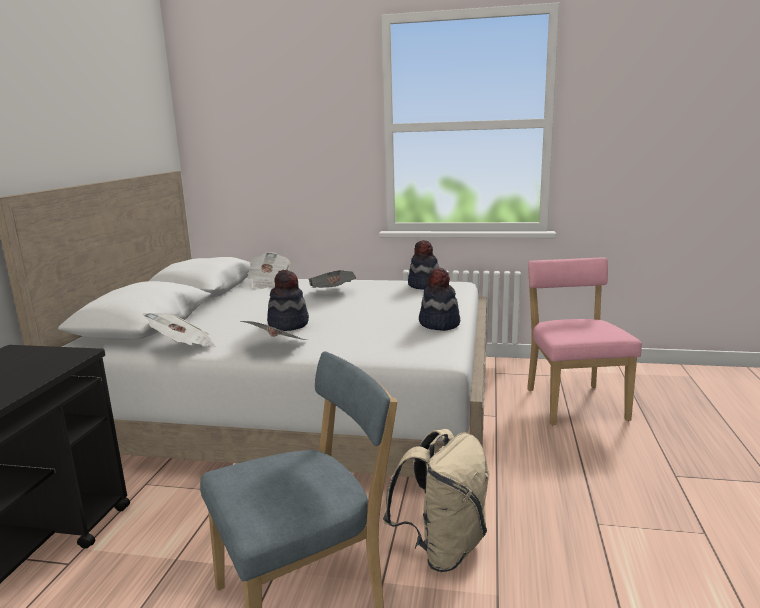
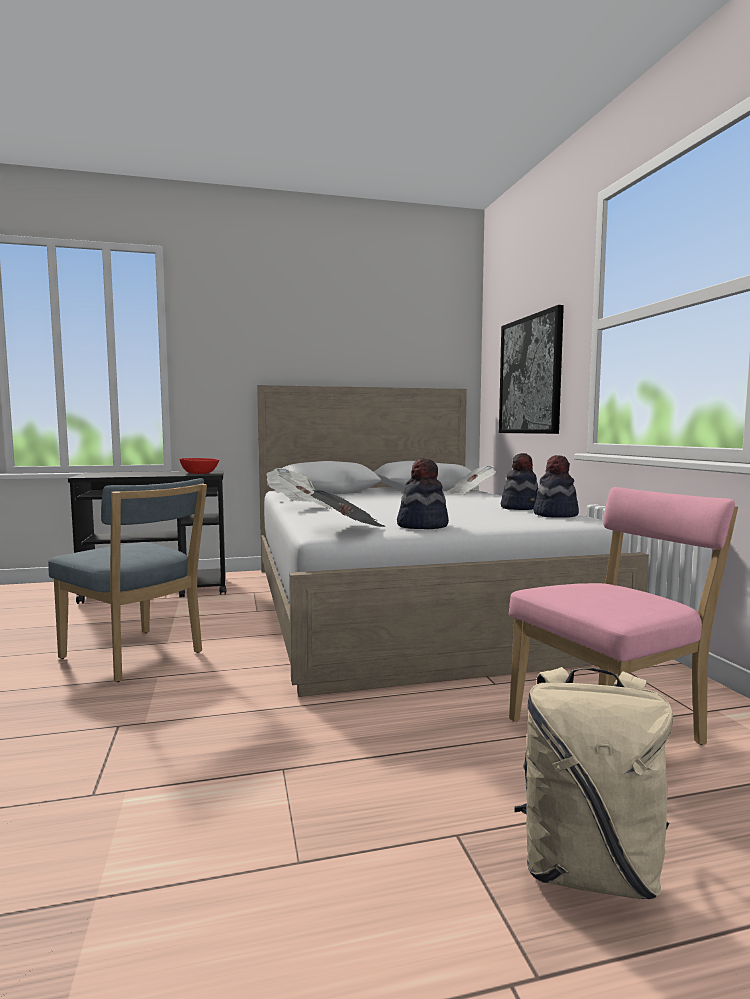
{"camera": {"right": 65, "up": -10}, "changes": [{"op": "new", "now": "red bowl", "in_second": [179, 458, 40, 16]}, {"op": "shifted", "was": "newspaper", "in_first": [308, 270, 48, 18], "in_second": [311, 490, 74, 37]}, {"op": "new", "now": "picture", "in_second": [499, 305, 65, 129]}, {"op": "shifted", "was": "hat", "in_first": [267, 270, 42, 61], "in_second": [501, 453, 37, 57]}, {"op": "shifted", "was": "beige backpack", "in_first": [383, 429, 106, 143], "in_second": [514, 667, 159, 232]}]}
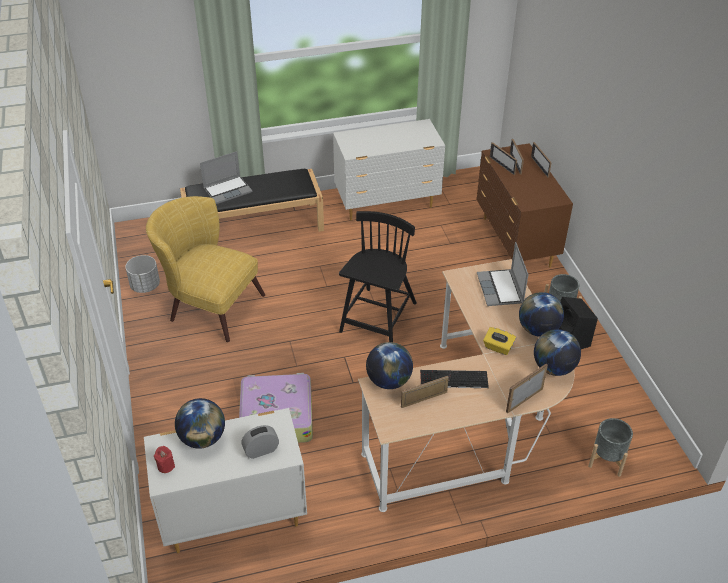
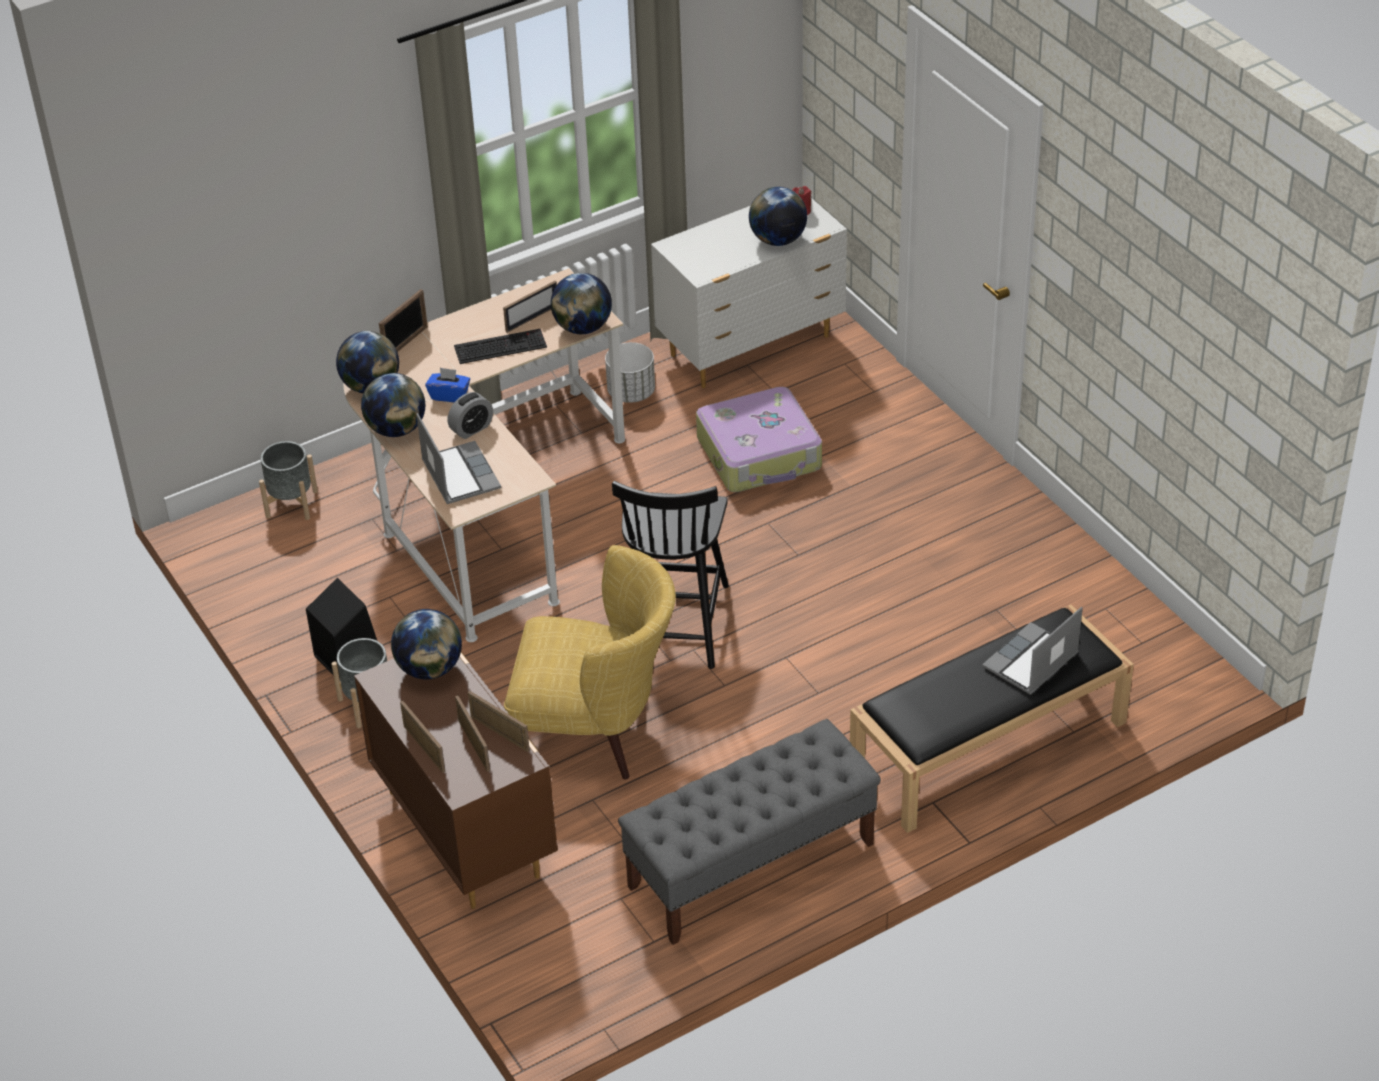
{"camera": {"right": 165, "up": 0}, "changes": [{"op": "new", "now": "globe", "in_second": [391, 609, 71, 70]}, {"op": "repainted", "was": "yellow tissue box", "now": "blue tissue box", "in_first": [483, 327, 33, 28], "in_second": [425, 367, 45, 35]}, {"op": "shifted", "was": "alarm clock", "in_first": [241, 425, 38, 34], "in_second": [448, 392, 45, 47]}, {"op": "shifted", "was": "yellow armchair", "in_first": [146, 196, 119, 146], "in_second": [504, 545, 172, 235]}, {"op": "shifted", "was": "white planter", "in_first": [125, 255, 35, 38], "in_second": [605, 342, 50, 61]}, {"op": "swapped", "was": "white dresser", "now": "grey bench", "in_first": [333, 119, 112, 102], "in_second": [618, 719, 263, 226]}]}
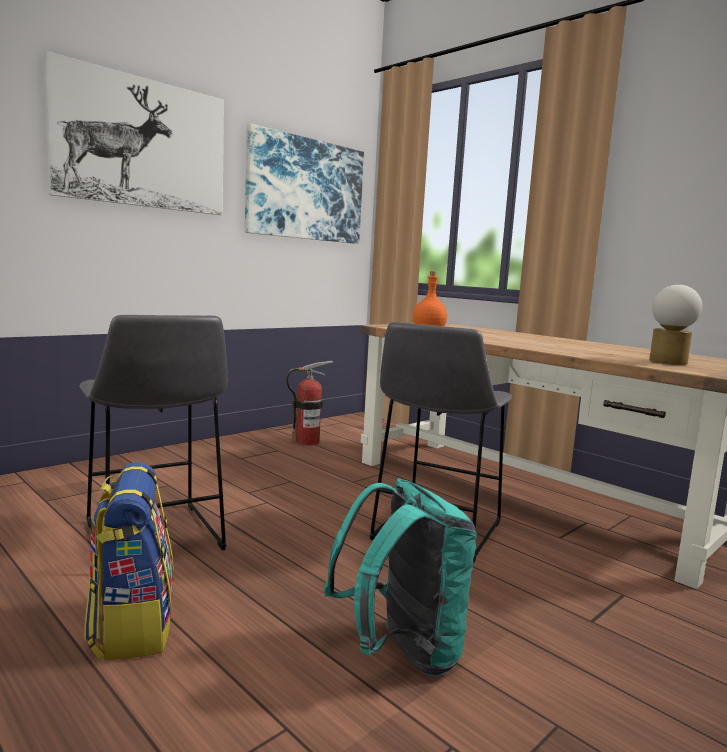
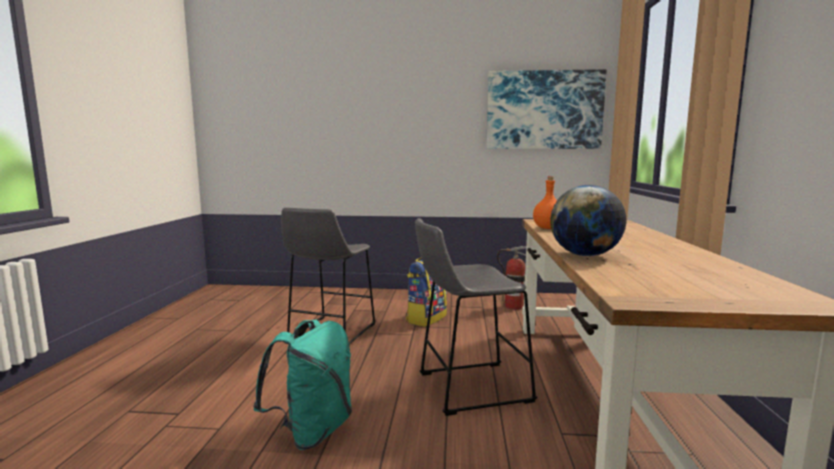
{"camera": {"right": 50, "up": 0}, "changes": [{"op": "shifted", "was": "backpack", "in_first": [84, 462, 90, 199], "in_second": [406, 258, 41, 69]}, {"op": "new", "now": "globe", "in_second": [550, 185, 76, 71]}, {"op": "gone", "was": "picture", "in_first": [43, 51, 181, 164]}, {"op": "gone", "was": "table lamp", "in_first": [649, 285, 53, 80]}]}
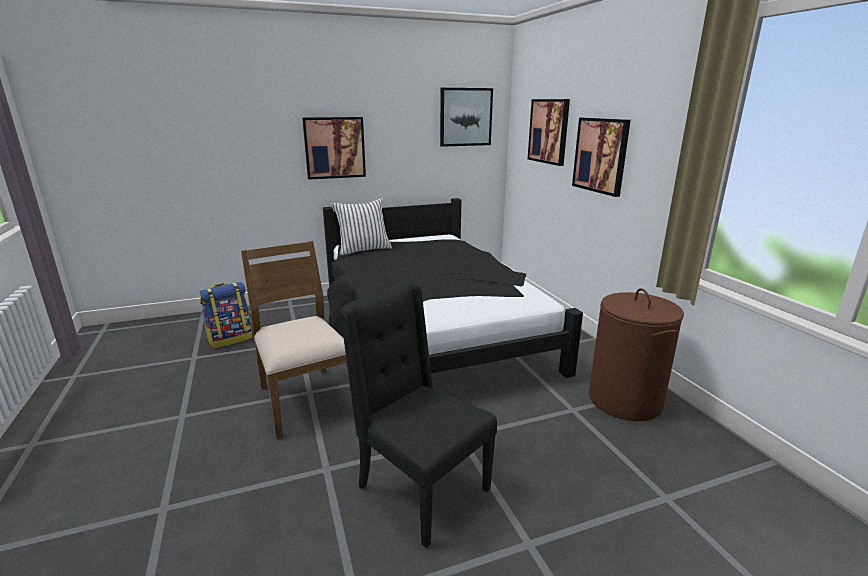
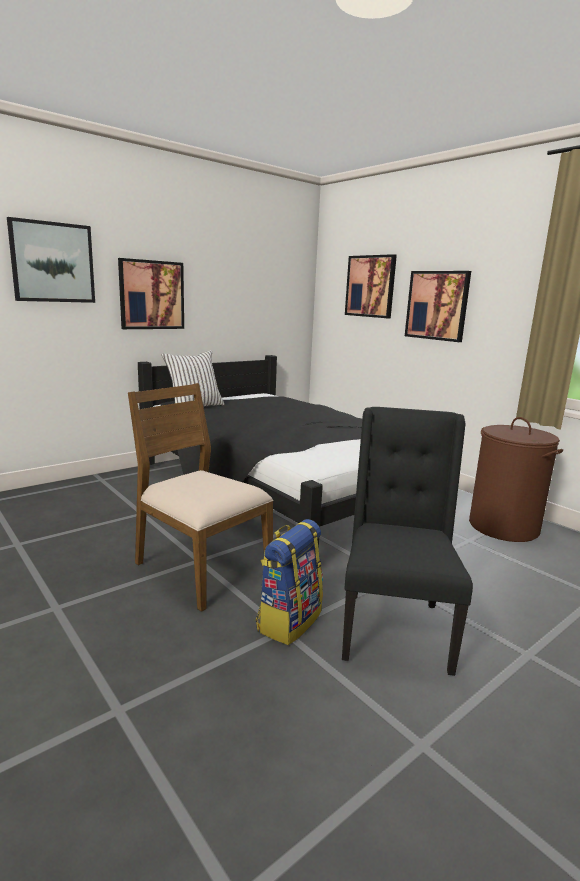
{"camera": {"right": -20, "up": -5}, "changes": [{"op": "shifted", "was": "picture", "in_first": [440, 88, 53, 59], "in_second": [7, 217, 88, 86]}, {"op": "shifted", "was": "backpack", "in_first": [200, 282, 53, 67], "in_second": [256, 519, 67, 126]}, {"op": "rotated", "was": "black chair", "in_first": [340, 282, 157, 266], "in_second": [342, 407, 131, 269], "clockwise": 75}]}
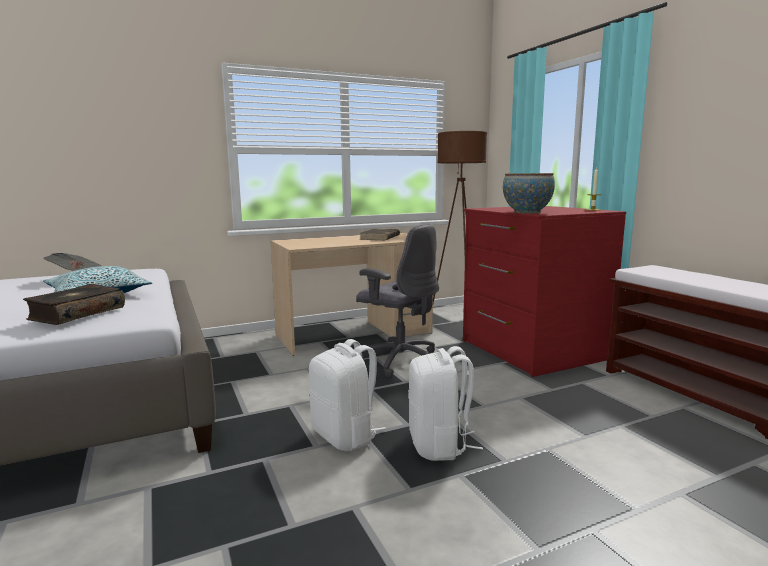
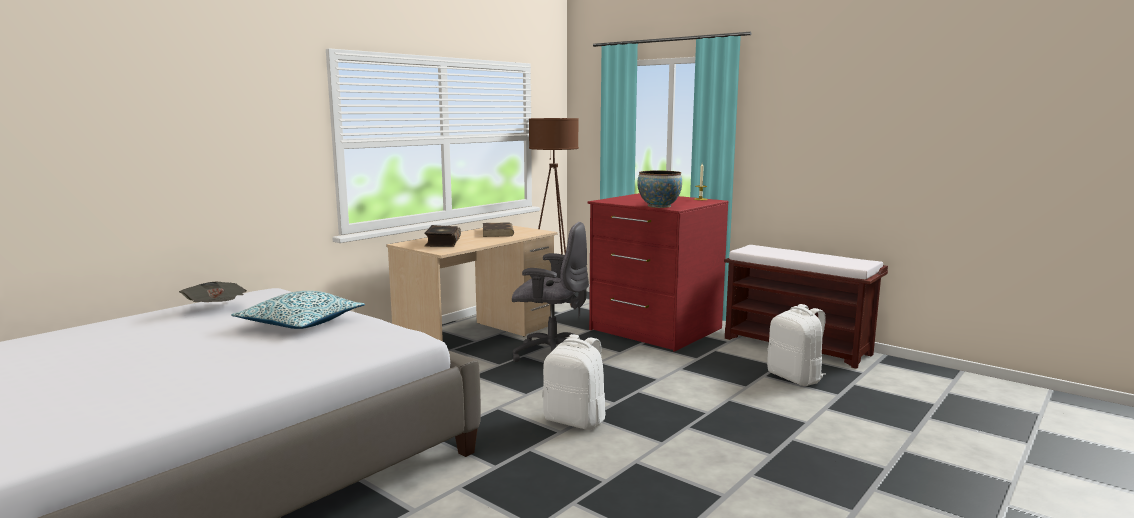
{"camera": {"right": -25, "up": 0}, "changes": [{"op": "shifted", "was": "book", "in_first": [23, 284, 102, 41], "in_second": [424, 225, 37, 22]}, {"op": "shifted", "was": "white backpack", "in_first": [408, 346, 75, 115], "in_second": [767, 304, 59, 82]}]}
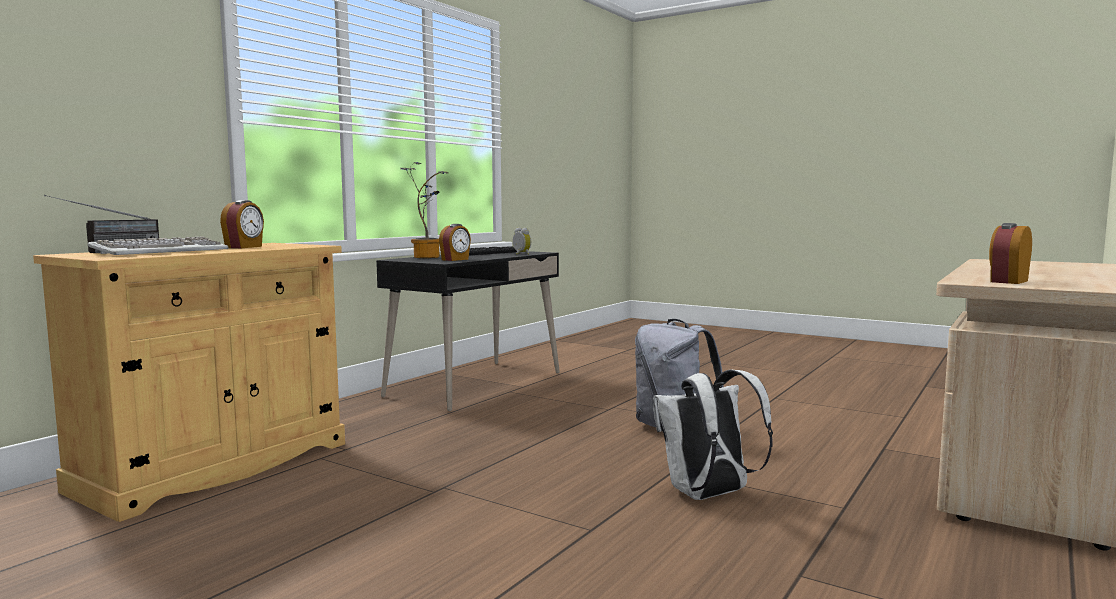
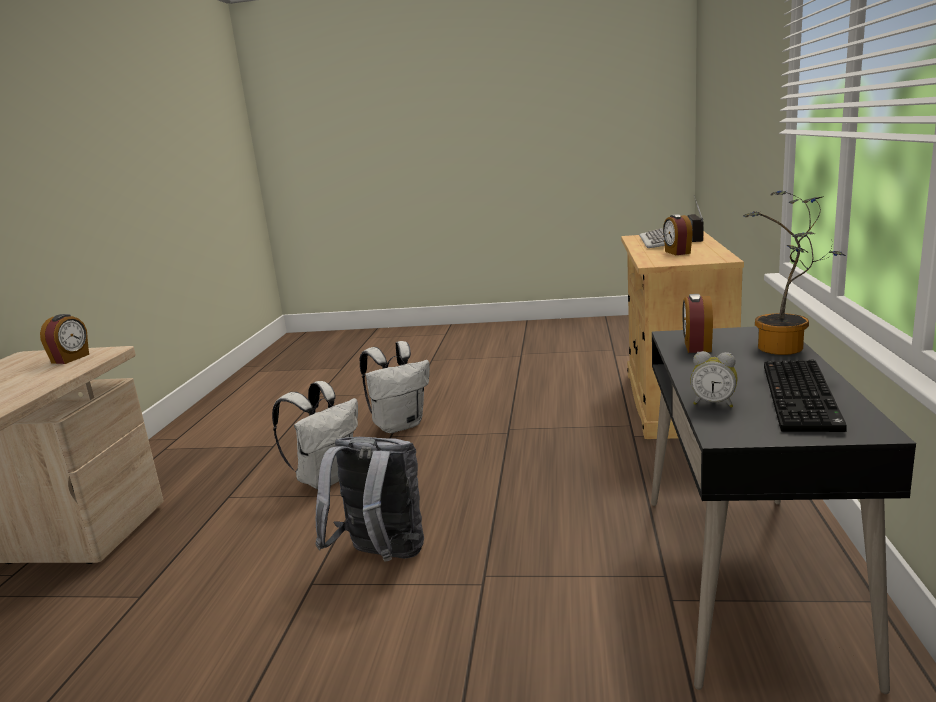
{"camera": {"right": 155, "up": 10}, "changes": [{"op": "new", "now": "white backpack", "in_second": [359, 341, 71, 92]}]}
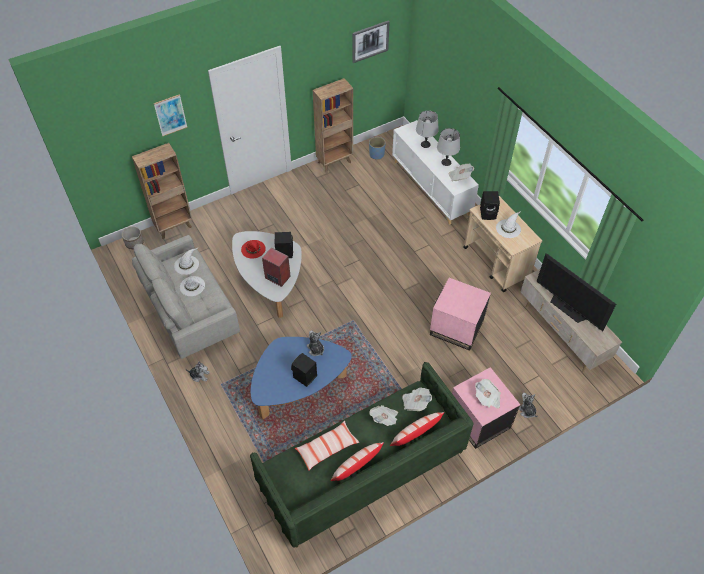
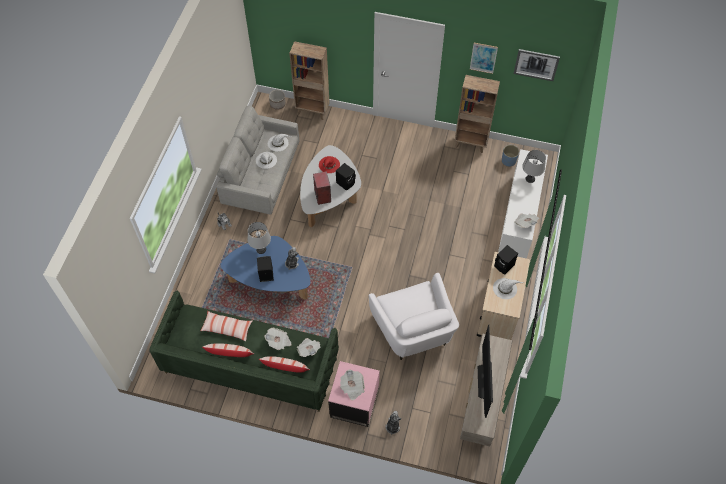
{"camera": {"right": 45, "up": 5}, "changes": [{"op": "shifted", "was": "grey table lamp", "in_first": [437, 128, 23, 38], "in_second": [247, 222, 24, 32]}, {"op": "swapped", "was": "pink side table", "now": "white armchair", "in_first": [430, 278, 61, 73], "in_second": [369, 273, 90, 87]}, {"op": "shifted", "was": "picture", "in_first": [154, 94, 33, 42], "in_second": [470, 43, 28, 31]}]}
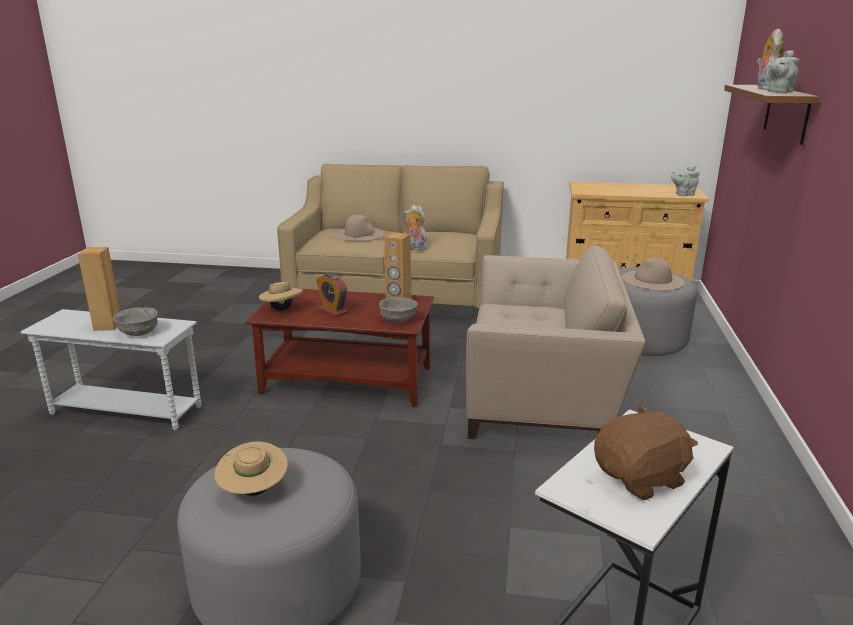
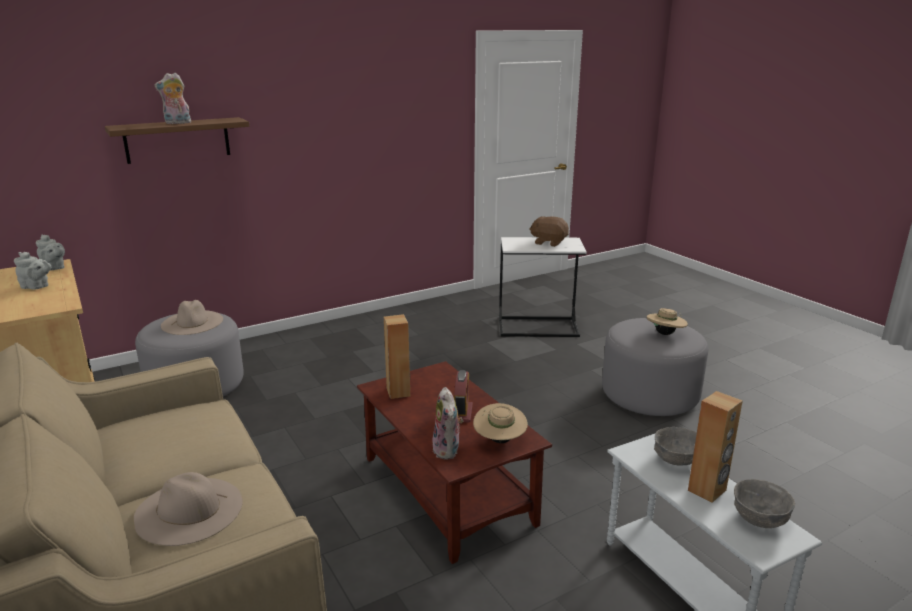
{"camera": {"right": -130, "up": 0}, "changes": [{"op": "shifted", "was": "grey teapot", "in_first": [766, 50, 34, 43], "in_second": [14, 252, 37, 38]}, {"op": "shifted", "was": "plush toy", "in_first": [403, 205, 24, 45], "in_second": [432, 387, 32, 73]}, {"op": "shifted", "was": "grey bowl", "in_first": [379, 297, 39, 26], "in_second": [734, 479, 61, 49]}, {"op": "gone", "was": "beige armchair", "in_first": [466, 245, 180, 194]}]}
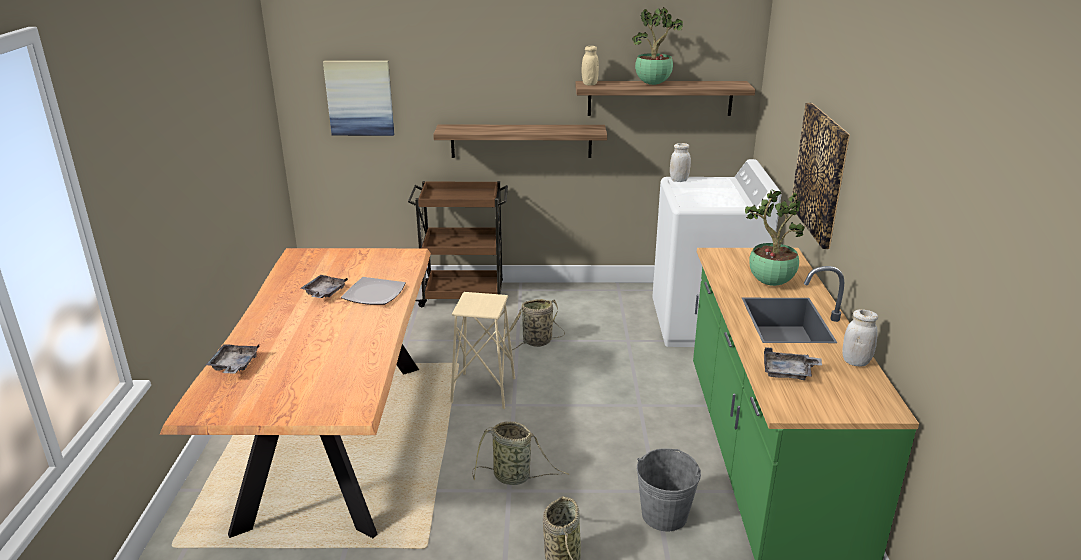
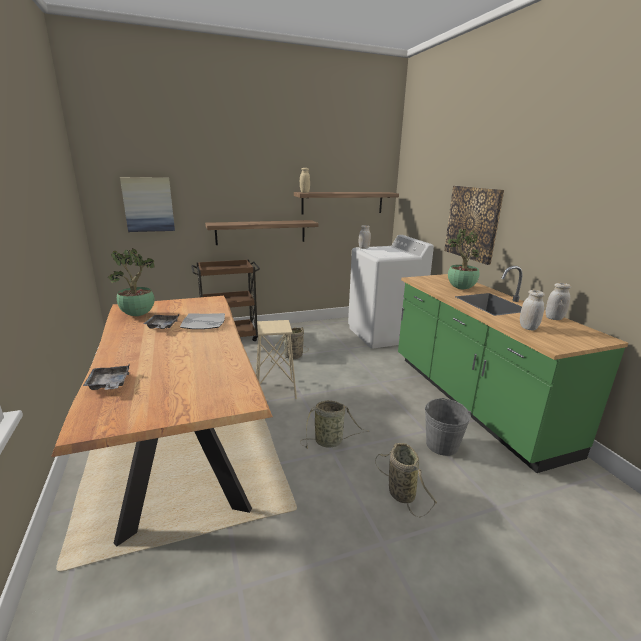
{"camera": {"right": -20, "up": -5}, "changes": [{"op": "shifted", "was": "potted plant", "in_first": [632, 7, 51, 78], "in_second": [107, 248, 48, 68]}, {"op": "swapped", "was": "grey tray", "now": "white jar", "in_first": [764, 347, 58, 33], "in_second": [520, 290, 25, 41]}]}
